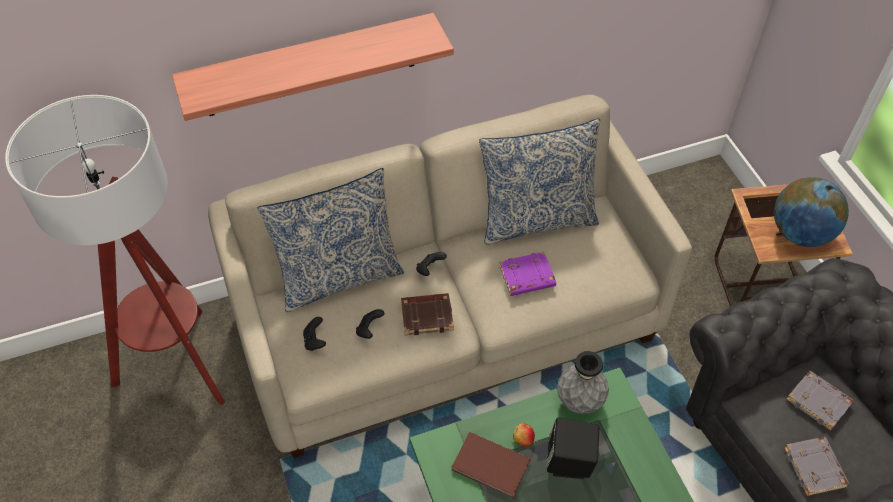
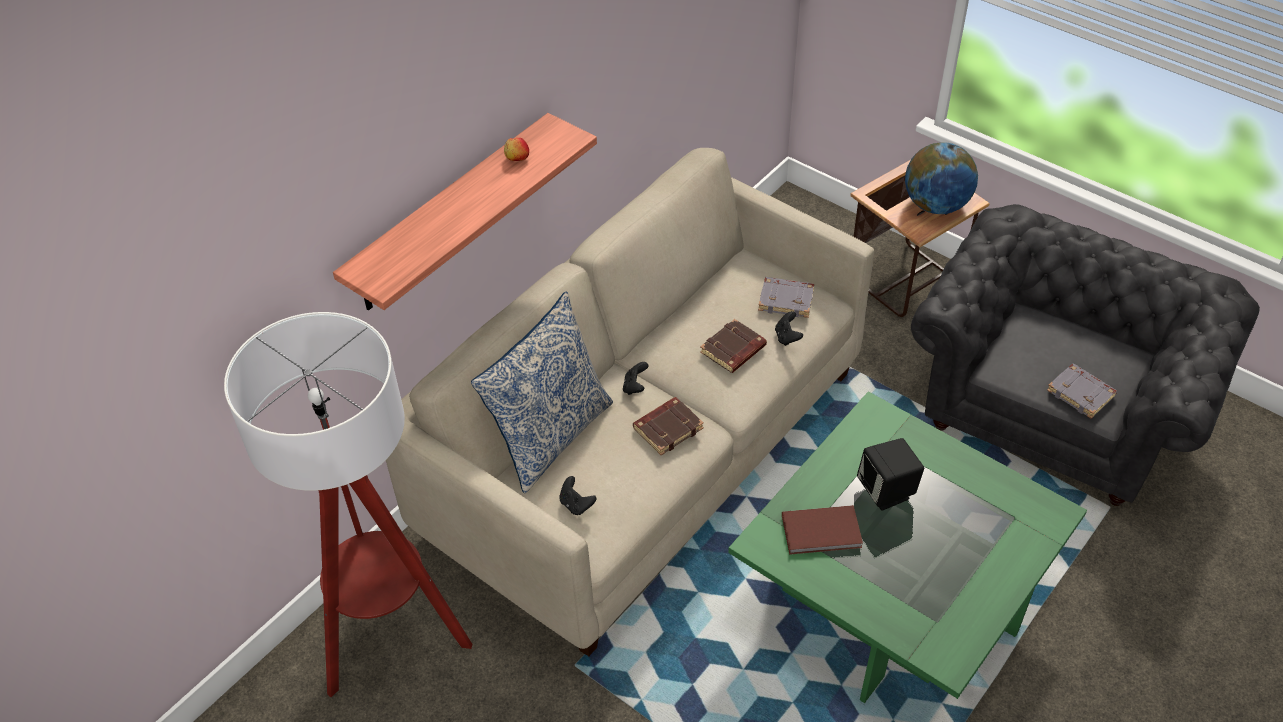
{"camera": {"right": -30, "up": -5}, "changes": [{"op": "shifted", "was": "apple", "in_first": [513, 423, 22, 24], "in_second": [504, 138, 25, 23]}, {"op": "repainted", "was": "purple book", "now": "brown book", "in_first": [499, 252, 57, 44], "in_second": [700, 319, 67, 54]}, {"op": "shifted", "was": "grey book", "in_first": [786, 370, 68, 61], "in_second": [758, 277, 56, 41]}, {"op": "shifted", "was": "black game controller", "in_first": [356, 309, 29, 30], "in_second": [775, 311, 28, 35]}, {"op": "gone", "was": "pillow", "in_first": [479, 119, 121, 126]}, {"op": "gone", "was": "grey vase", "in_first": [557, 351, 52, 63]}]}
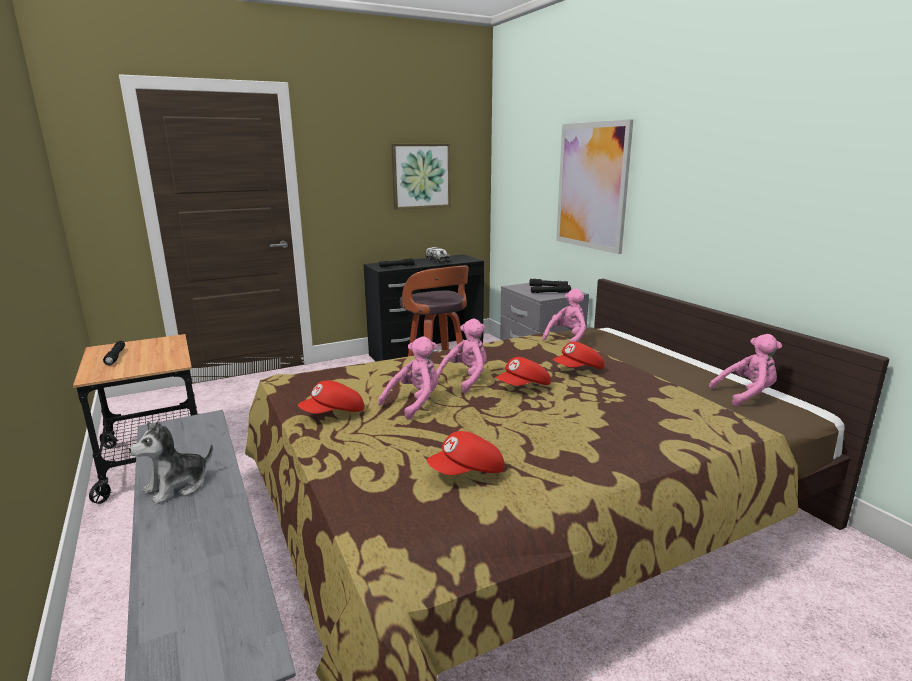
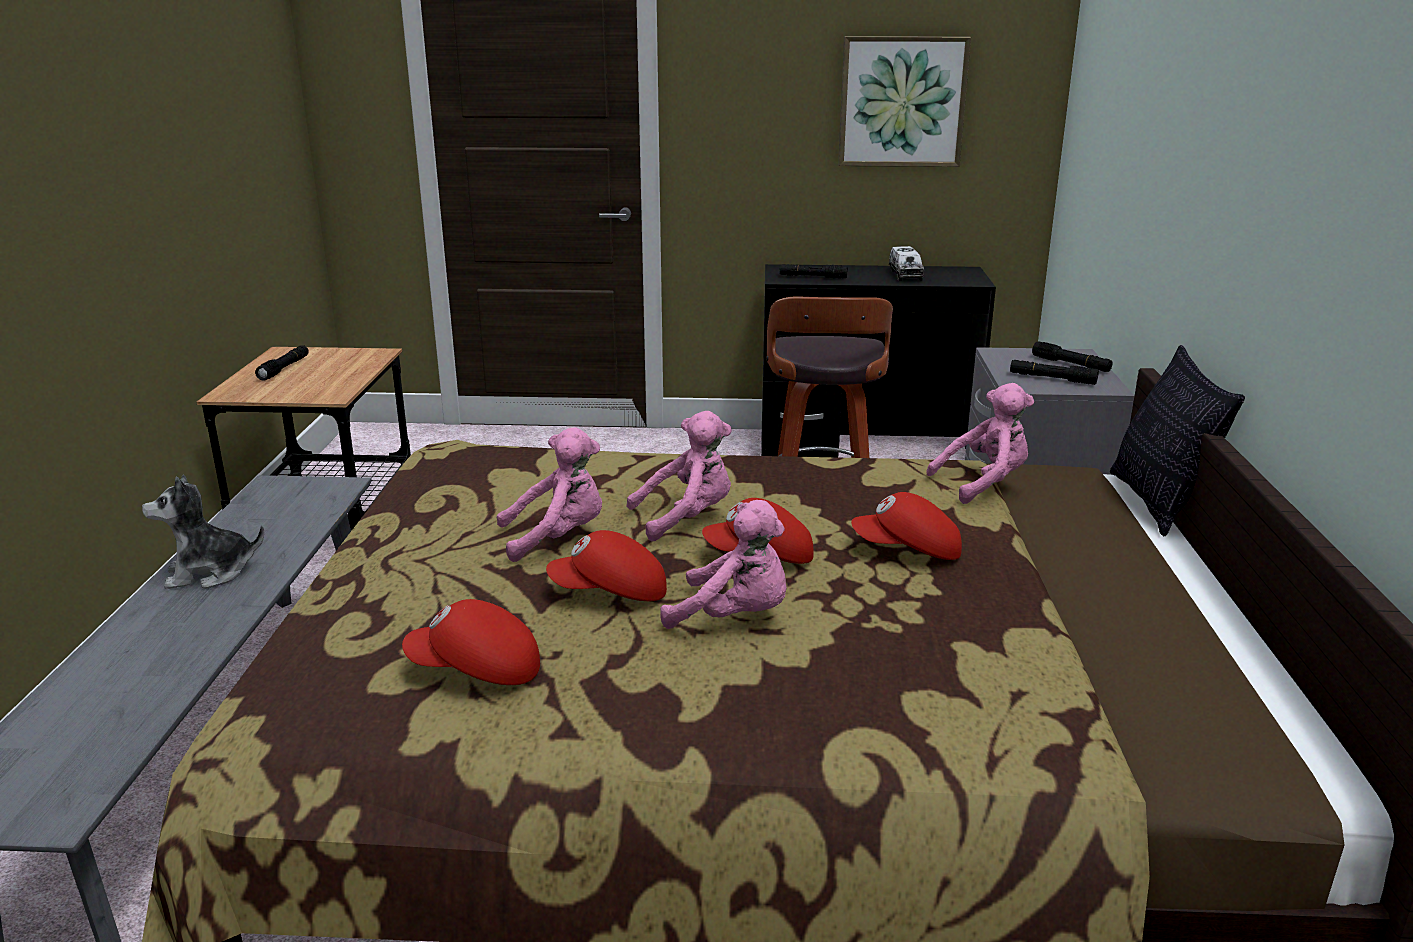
{"camera": {"right": 30, "up": 5}, "changes": [{"op": "shifted", "was": "red cap", "in_first": [298, 380, 66, 34], "in_second": [546, 530, 121, 71]}, {"op": "shifted", "was": "pink plush toy", "in_first": [709, 334, 73, 72], "in_second": [660, 500, 127, 129]}, {"op": "new", "now": "pillow", "in_second": [1110, 345, 135, 192]}, {"op": "gone", "was": "picture", "in_first": [556, 119, 77, 135]}]}
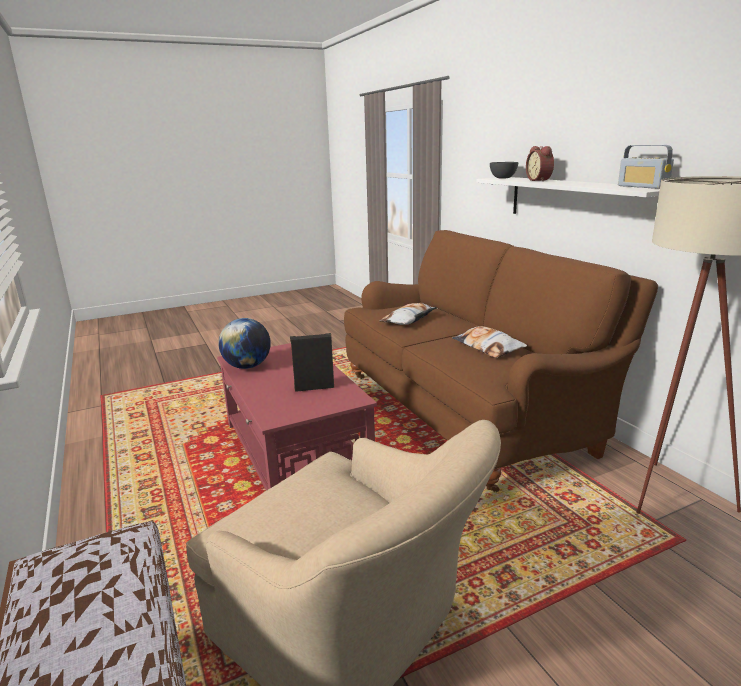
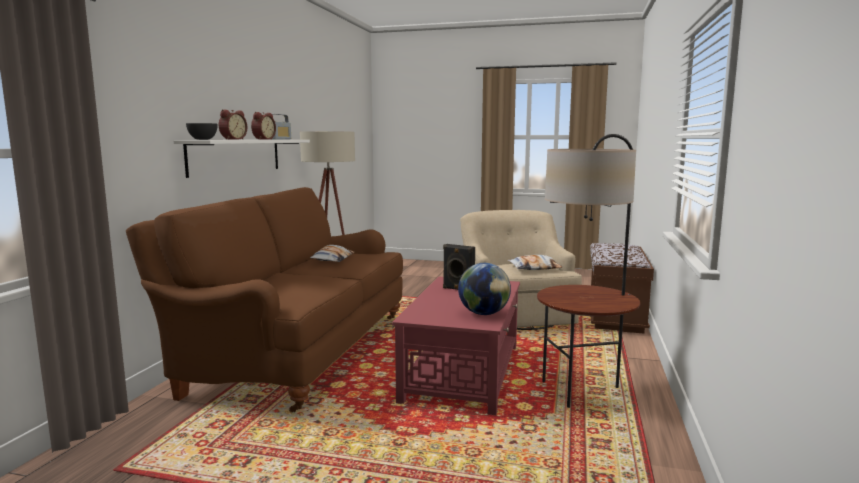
{"camera": {"right": -140, "up": -10}, "changes": [{"op": "new", "now": "alarm clock", "in_second": [251, 112, 25, 28]}, {"op": "shifted", "was": "pillow", "in_first": [379, 303, 58, 22], "in_second": [507, 255, 55, 15]}, {"op": "new", "now": "floor lamp", "in_second": [537, 134, 103, 274]}]}
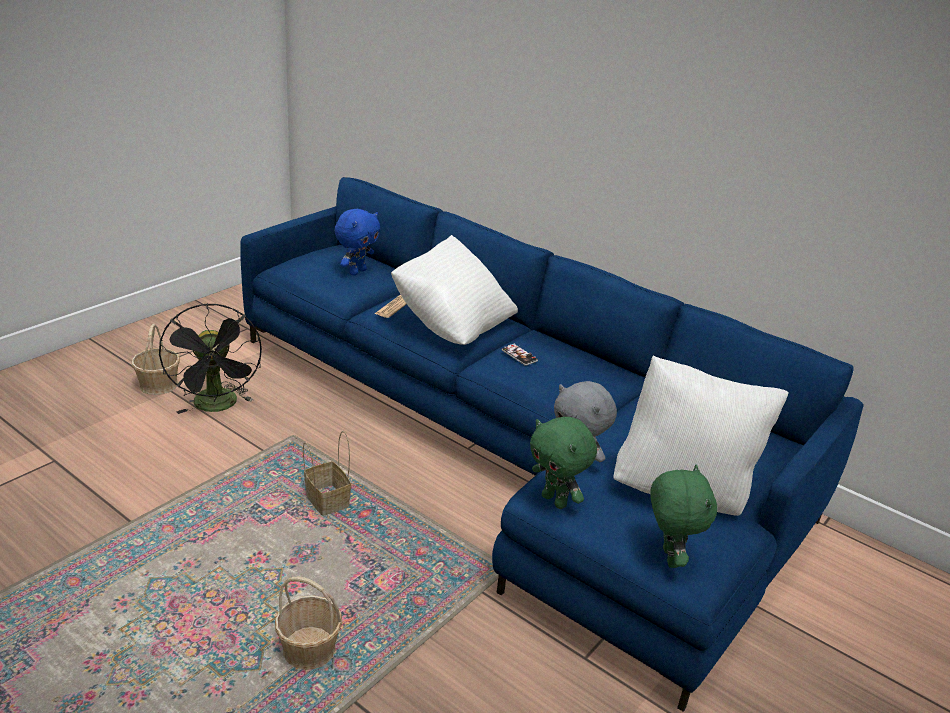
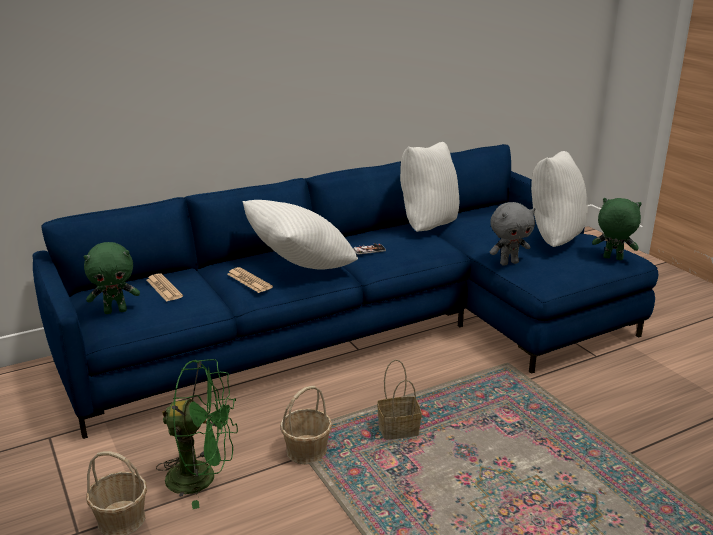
{"camera": {"right": -65, "up": -5}, "changes": [{"op": "shifted", "was": "green plush toy", "in_first": [530, 417, 67, 92], "in_second": [84, 242, 56, 72]}, {"op": "swapped", "was": "blue plush toy", "now": "newspaper", "in_first": [335, 209, 45, 67], "in_second": [146, 273, 37, 29]}, {"op": "repainted", "was": "black fan", "now": "green fan", "in_first": [159, 303, 103, 111], "in_second": [156, 359, 82, 150]}, {"op": "shifted", "was": "basket", "in_first": [275, 576, 67, 94], "in_second": [280, 386, 52, 79]}, {"op": "new", "now": "white pillow", "in_second": [400, 142, 59, 90]}]}
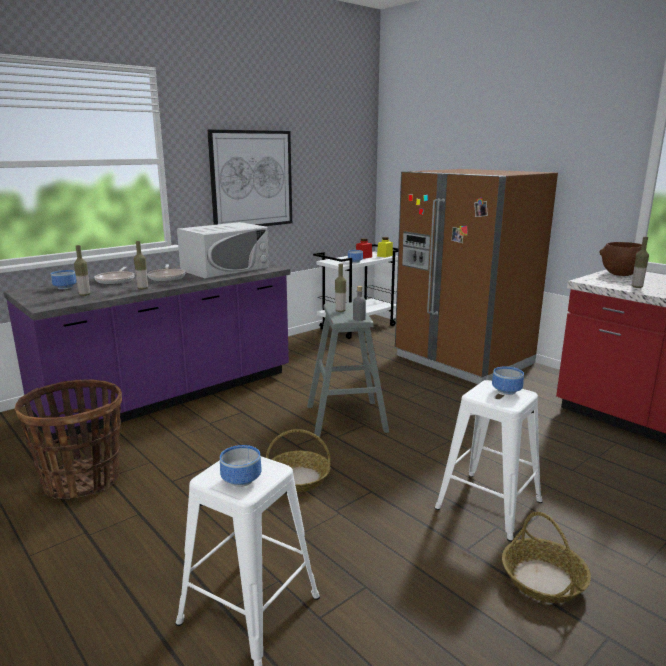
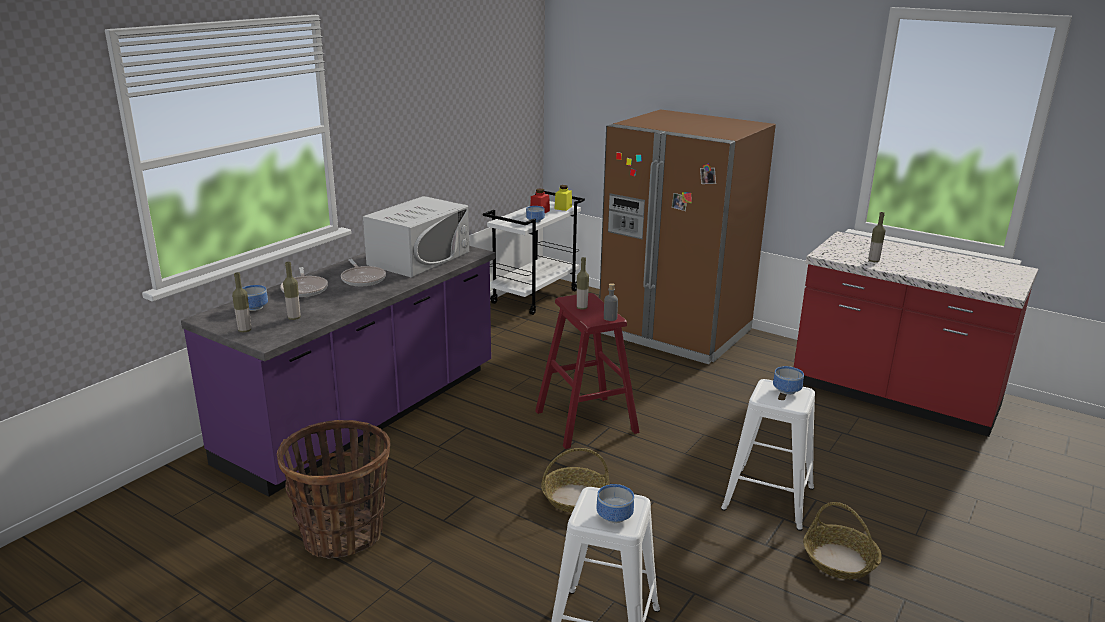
{"camera": {"right": -15, "up": 5}, "changes": [{"op": "shifted", "was": "bottle", "in_first": [134, 241, 14, 49], "in_second": [232, 272, 19, 60]}, {"op": "repainted", "was": "grey stool", "now": "red stool", "in_first": [307, 302, 82, 135], "in_second": [535, 293, 105, 156]}, {"op": "gone", "was": "picture", "in_first": [207, 130, 85, 96]}, {"op": "gone", "was": "brown bowl", "in_first": [599, 242, 43, 34]}]}
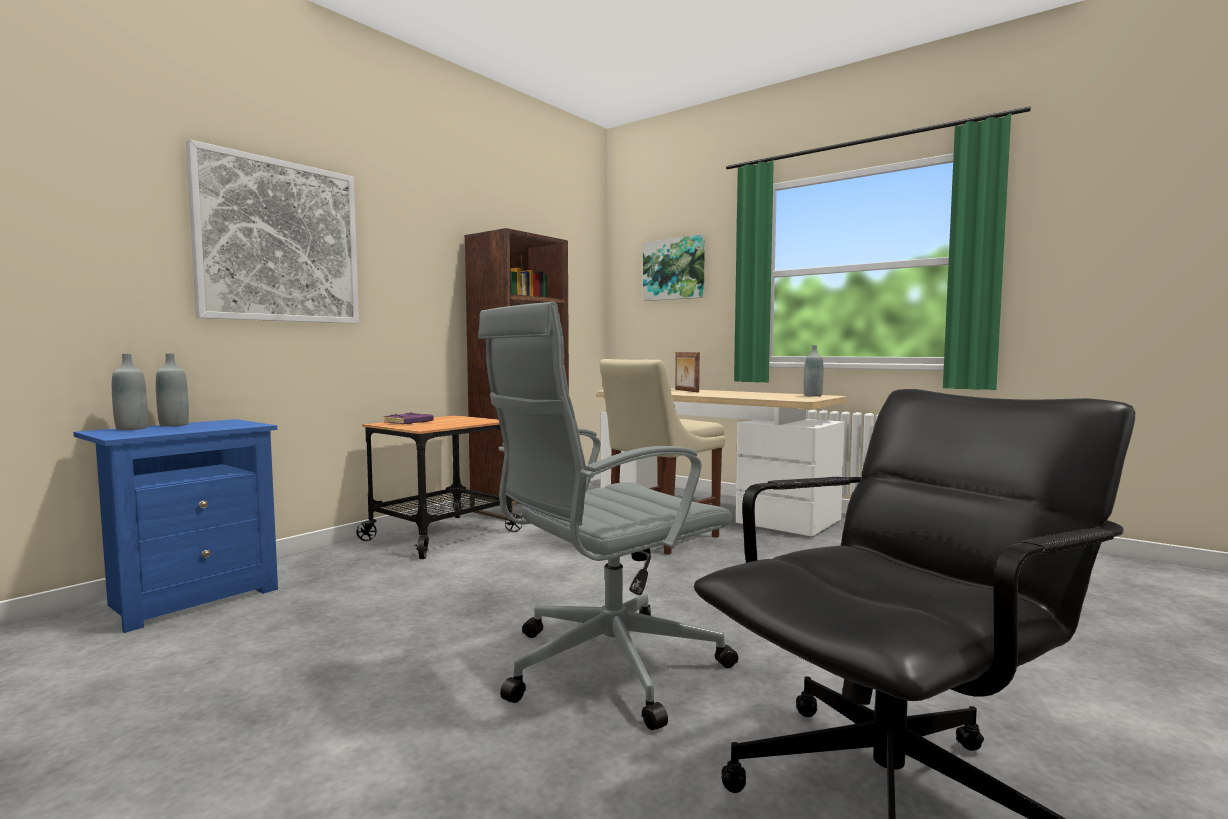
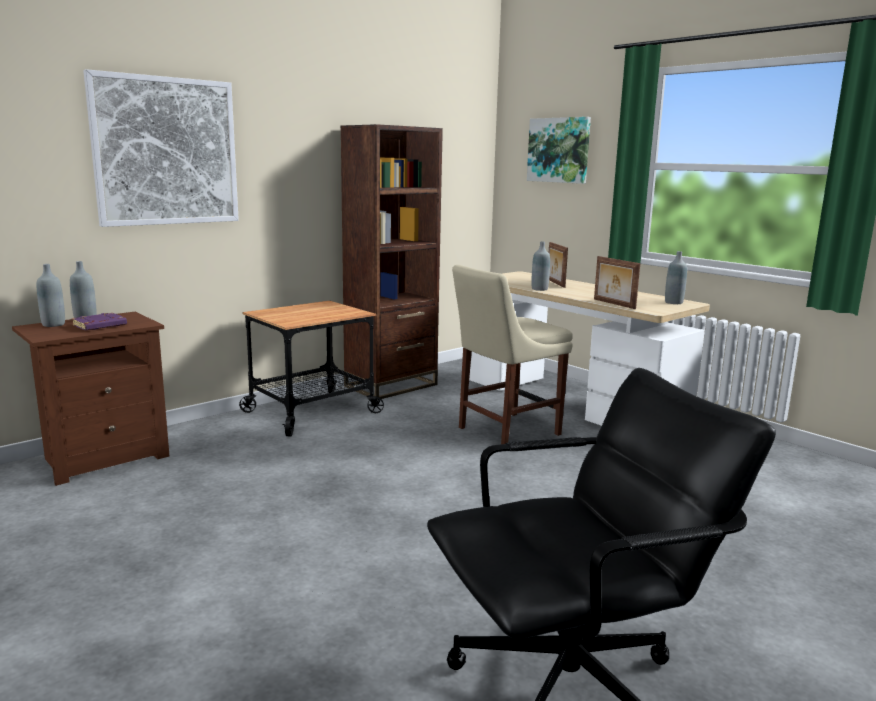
{"camera": {"right": 10, "up": 10}, "changes": [{"op": "repainted", "was": "blue nightstand", "now": "brown nightstand", "in_first": [73, 419, 205, 214], "in_second": [12, 312, 157, 174]}, {"op": "shifted", "was": "purple book", "in_first": [384, 412, 50, 12], "in_second": [72, 313, 55, 17]}, {"op": "new", "now": "grey bottle", "in_second": [531, 242, 19, 49]}, {"op": "new", "now": "picture frame", "in_second": [594, 256, 46, 53]}, {"op": "gone", "was": "grey office chair", "in_first": [478, 302, 260, 428]}]}
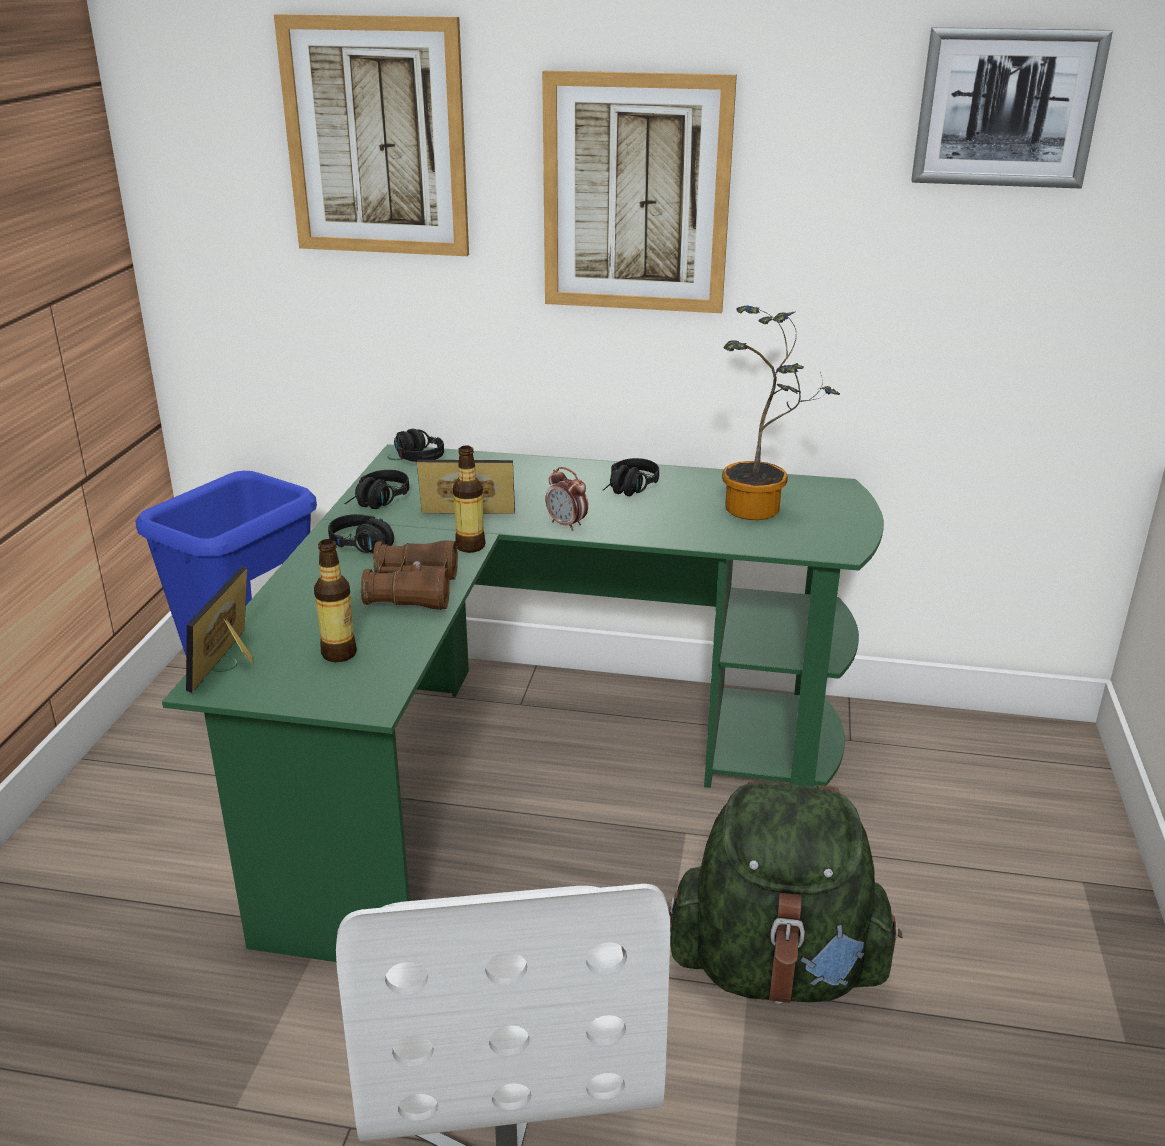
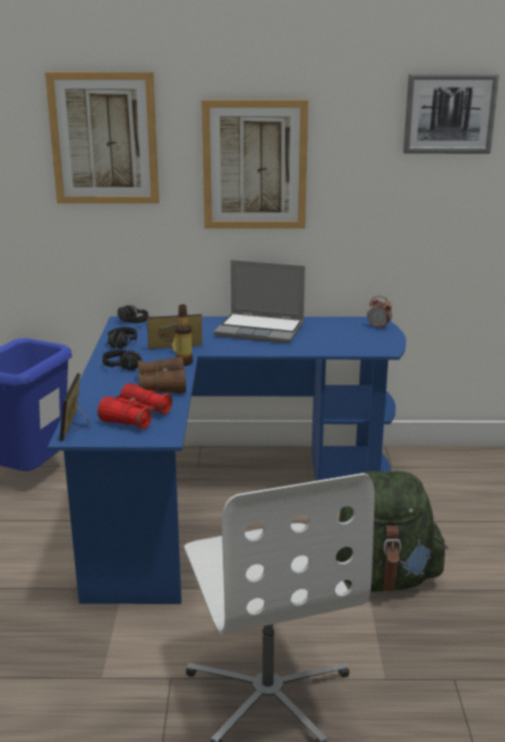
{"camera": {"right": -10, "up": -5}, "changes": [{"op": "repainted", "was": "green desk", "now": "blue desk", "in_first": [162, 444, 722, 518], "in_second": [48, 316, 358, 288]}, {"op": "swapped", "was": "bottle", "now": "red binoculars", "in_first": [314, 539, 43, 123], "in_second": [98, 383, 75, 46]}, {"op": "swapped", "was": "black headphones", "now": "laptop", "in_first": [603, 458, 56, 38], "in_second": [214, 260, 91, 84]}, {"op": "shifted", "was": "alarm clock", "in_first": [545, 467, 43, 64], "in_second": [367, 296, 25, 33]}, {"op": "gone", "was": "potted plant", "in_first": [722, 306, 118, 214]}]}
